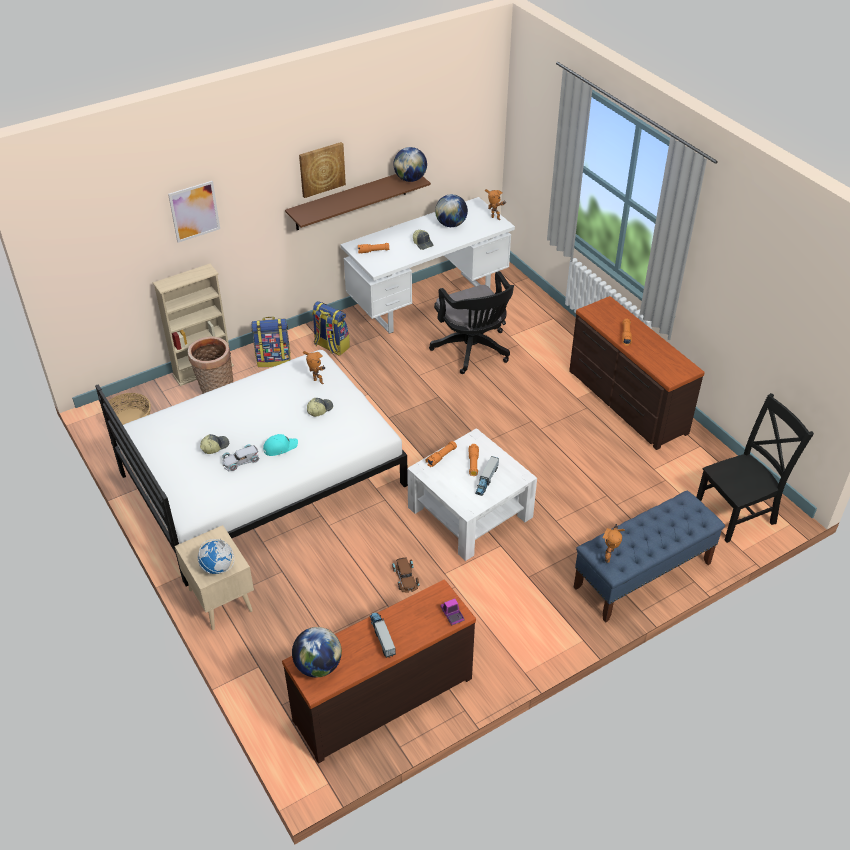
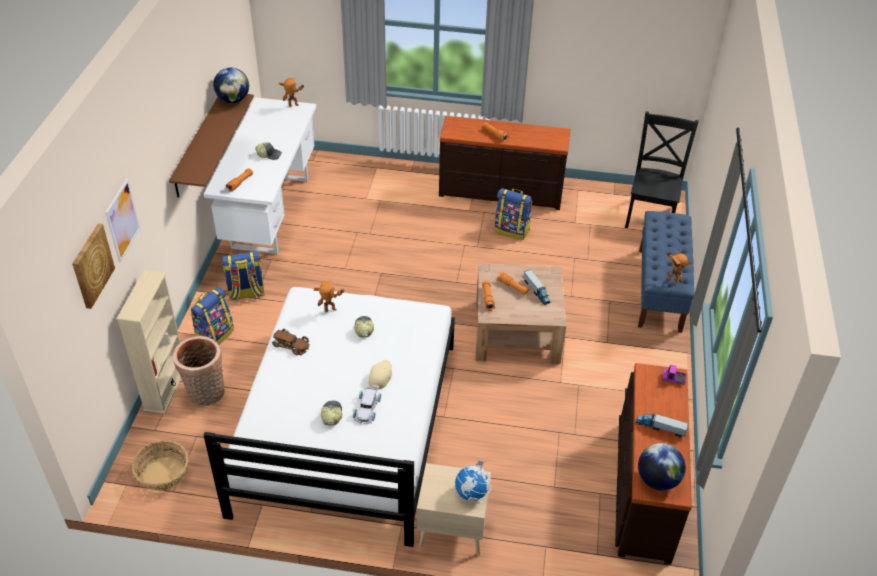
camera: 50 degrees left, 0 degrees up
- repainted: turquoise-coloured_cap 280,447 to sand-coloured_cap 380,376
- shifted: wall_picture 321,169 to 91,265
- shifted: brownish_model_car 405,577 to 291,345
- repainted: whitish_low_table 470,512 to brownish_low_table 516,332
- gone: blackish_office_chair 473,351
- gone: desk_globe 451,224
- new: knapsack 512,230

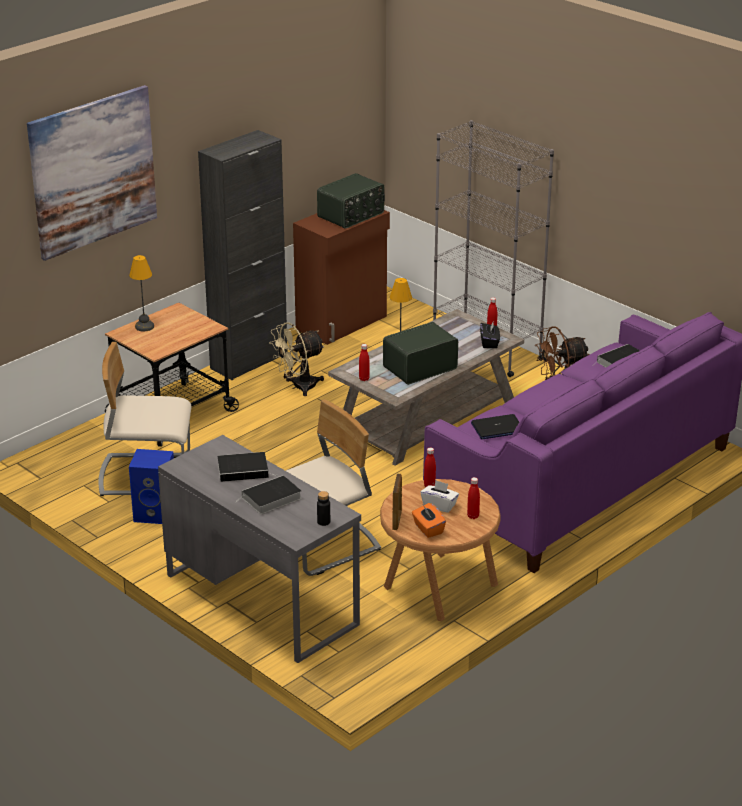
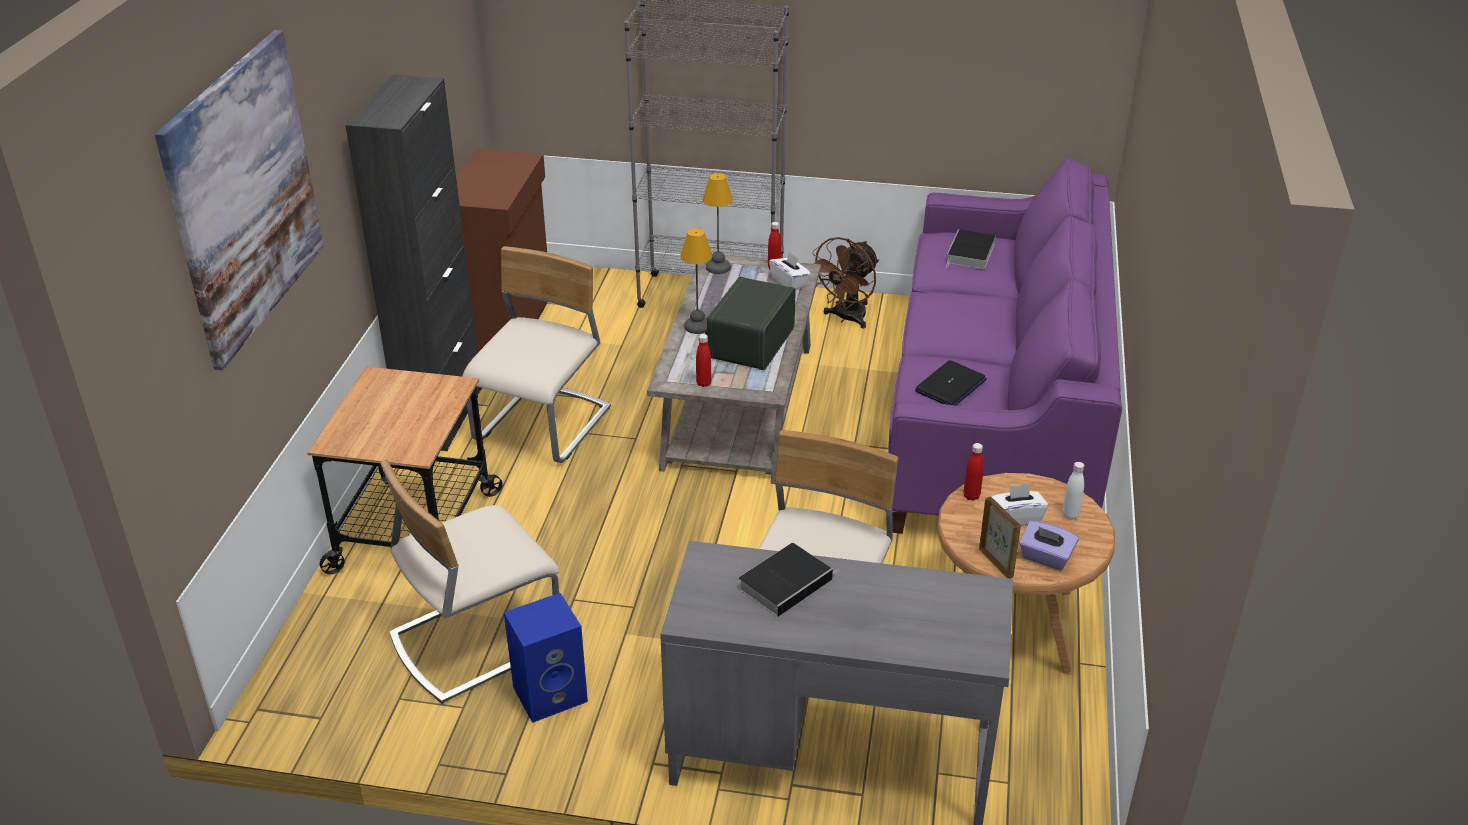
camera: 35 degrees left, 5 degrees up
- shifted: table_lamp 144,327 to 718,268
- gone: bound_book 270,499
- swapped: sand-coloured_electric_fan 298,387 to sand-coloured_chair 544,427
- gone: radio_receiver 351,215
- gone: blackish_beverage_bottle 323,522
- repainted: orange-coloured_tissue_box 428,529 to purplish_tissue_box 1045,558
- repainted: red_beverage_bottle 473,516 to whitish_beverage_bottle 1070,515
- repainted: blackish_tissue_box 489,343 to whitish_tissue_box 789,282

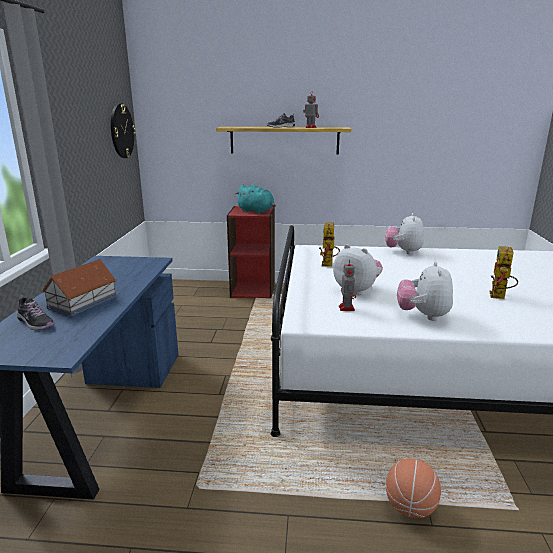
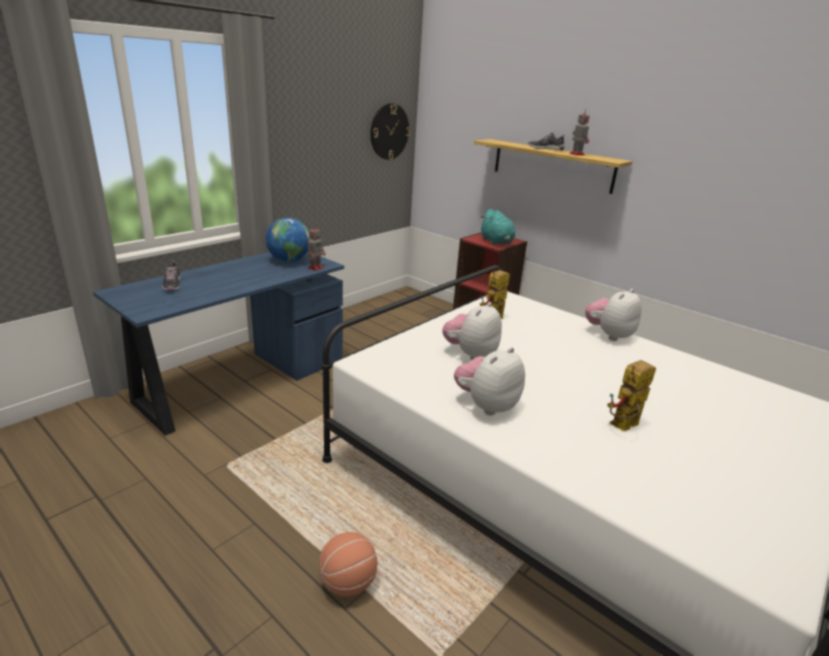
camera: 35 degrees right, 5 degrees up
- gone: miniature_house 81,302
- rotated: cuddly_toy 357,290 = 470,354 135 degrees counterclockwise
- shifted: model_robot 346,308 to 316,267
- new: desk_globe 289,261

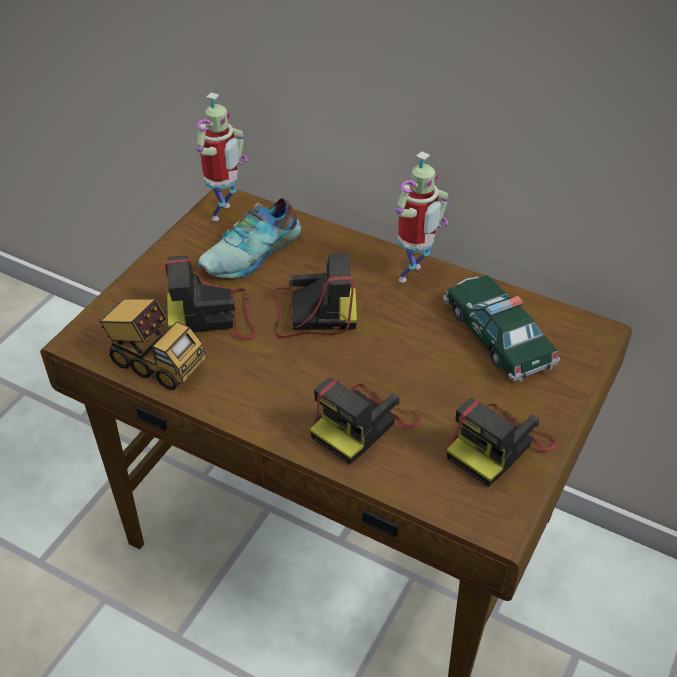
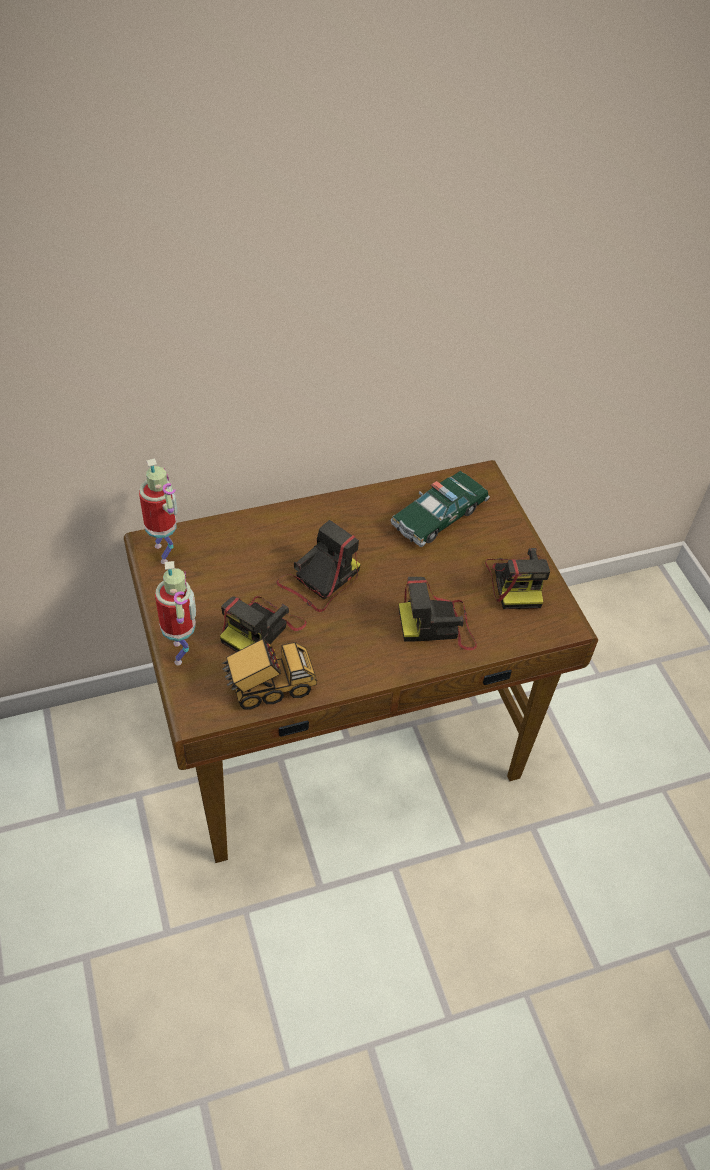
camera: 50 degrees left, 5 degrees up
- gone: low_shoe 253,253
- rotated: photo_camera 363,424 = 438,626 90 degrees clockwise
- shifted: model_robot 413,276 to 182,653
- rotated: model_car 497,336 = 439,516 60 degrees counterclockwise

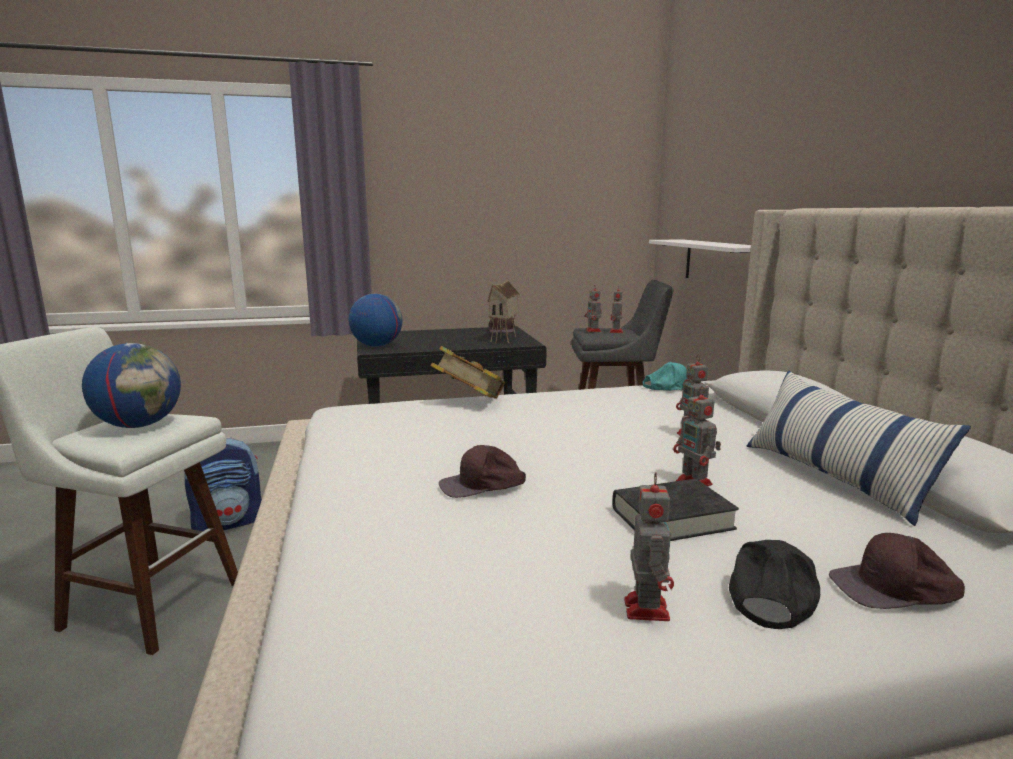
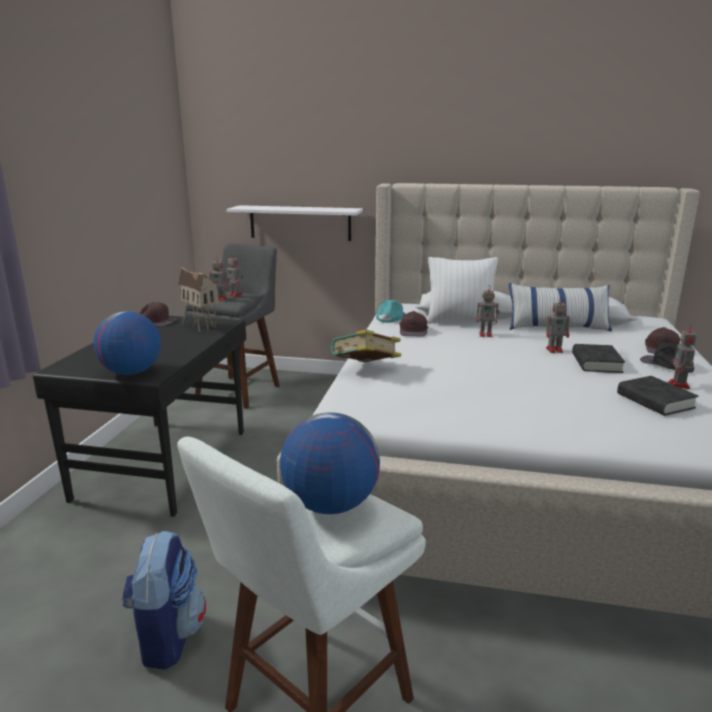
camera: 65 degrees left, 5 degrees up
- shifted: brownish_cap 482,485 to 414,331
- rotated: model_robot 646,607 = 679,385 105 degrees counterclockwise
- new: whitish_throw_pillow 460,321
- new: blackish_bound_book 655,401

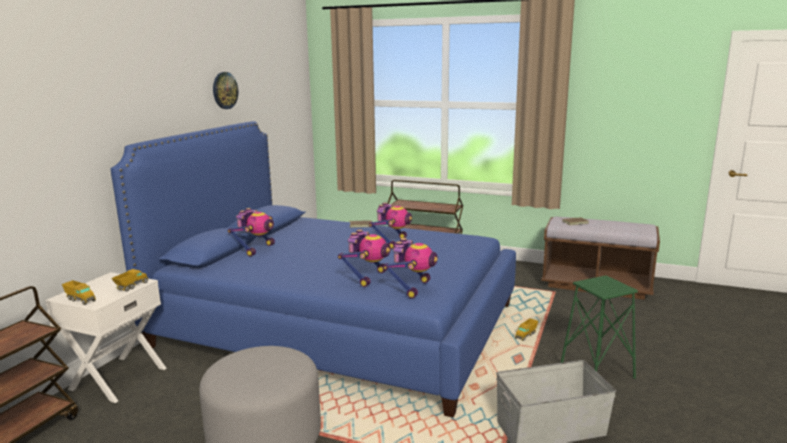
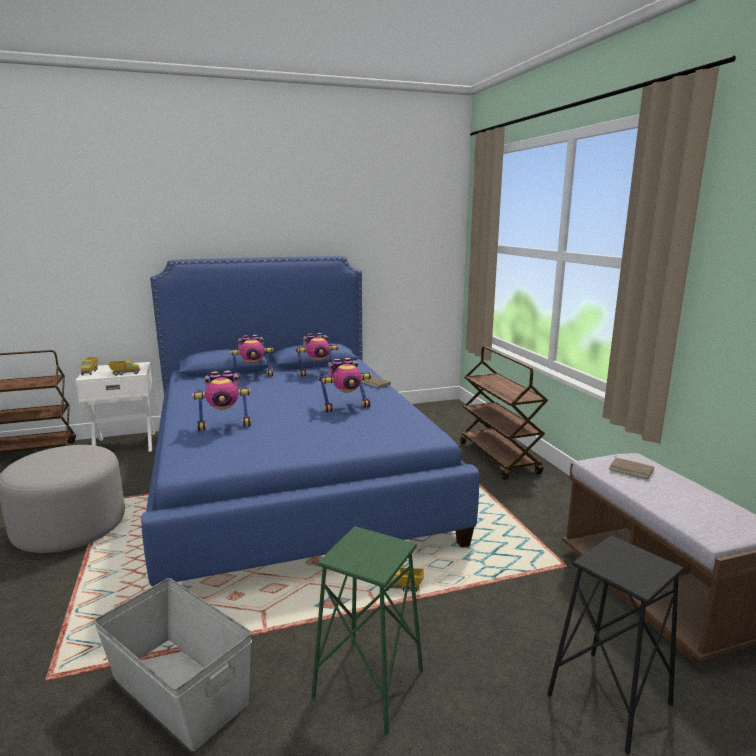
camera: 50 degrees right, 0 degrees up
- gone: clock_on_the_wall 224,90
- shifted: model_robot 412,288 to 318,373
- new: blackish_sitting_stool 609,700

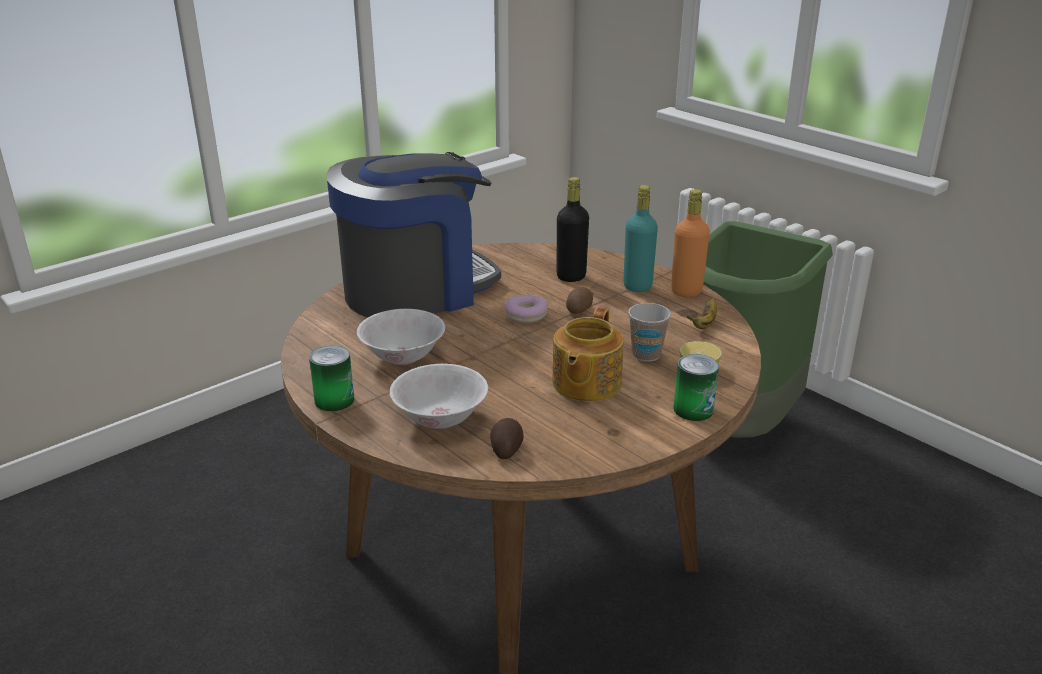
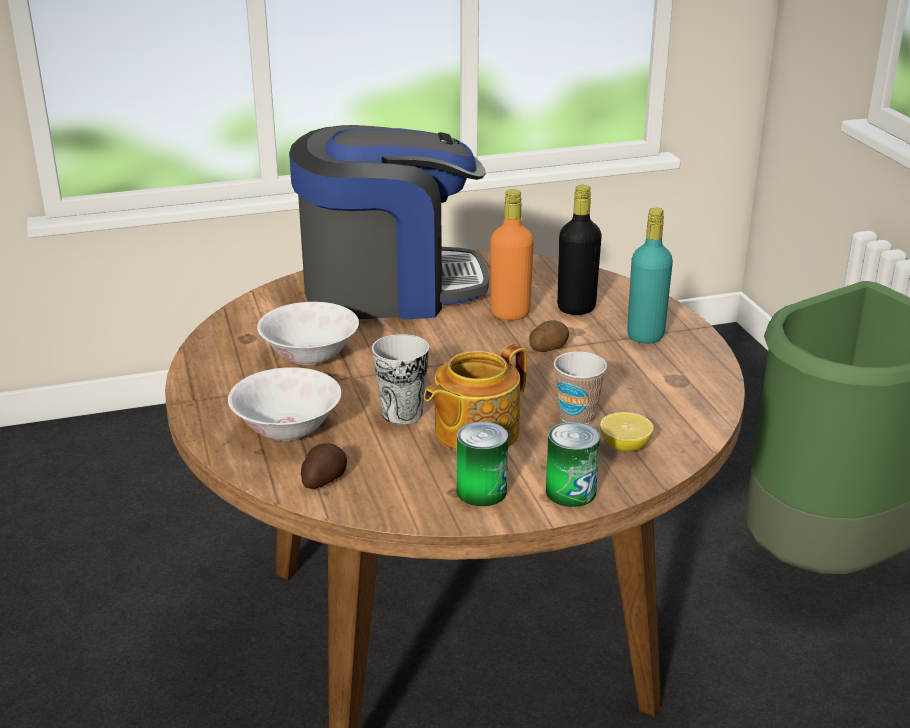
camera: 25 degrees right, 0 degrees up
- shifted: metal_can 334,400 to 481,491
- gone: ring_doughnut 526,315
- shifted: orange-coloured_beverage_bottle 686,291 to 510,314
- gone: banana 705,323
- new: small_cup 402,413

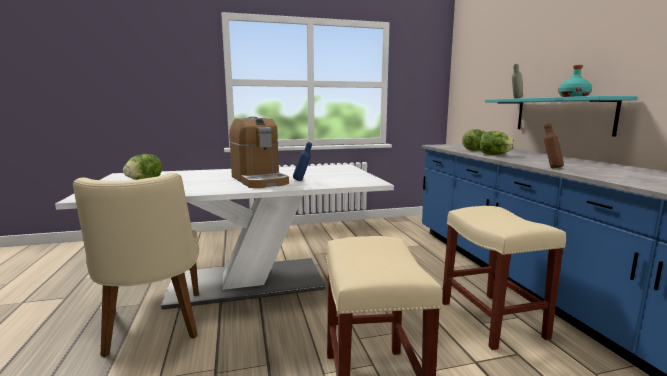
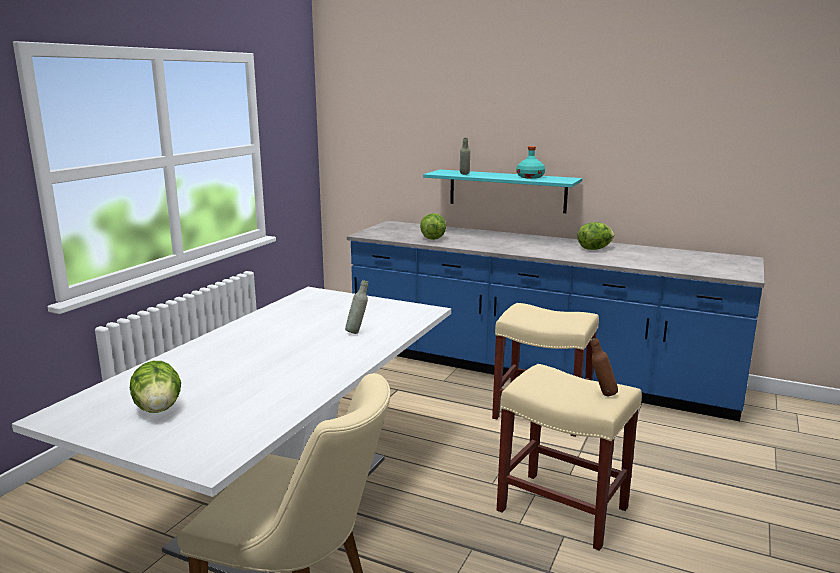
camera: 50 degrees left, 5 degrees up
- gone: coffee_machine 259,180
- repainted: bluish_beverage_bottle 302,180 to gray_beverage_bottle 357,332
- shifted: head_of_lettuce 494,155 to 594,249
- shifted: brownish_beverage_bottle 550,168 to 601,394

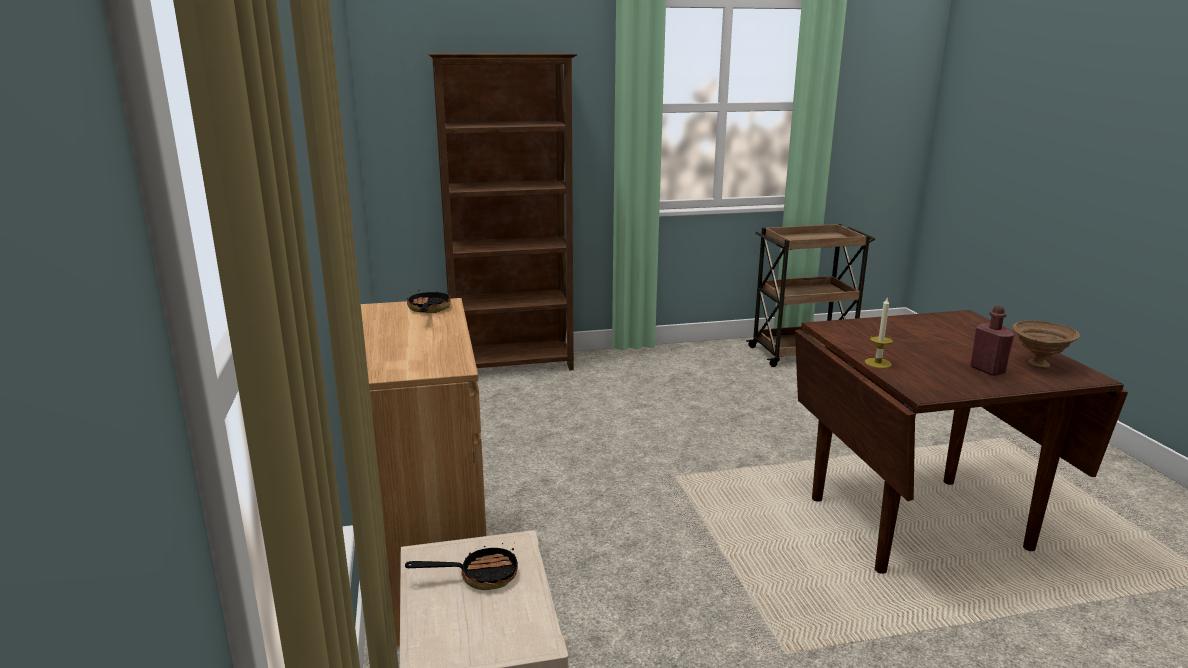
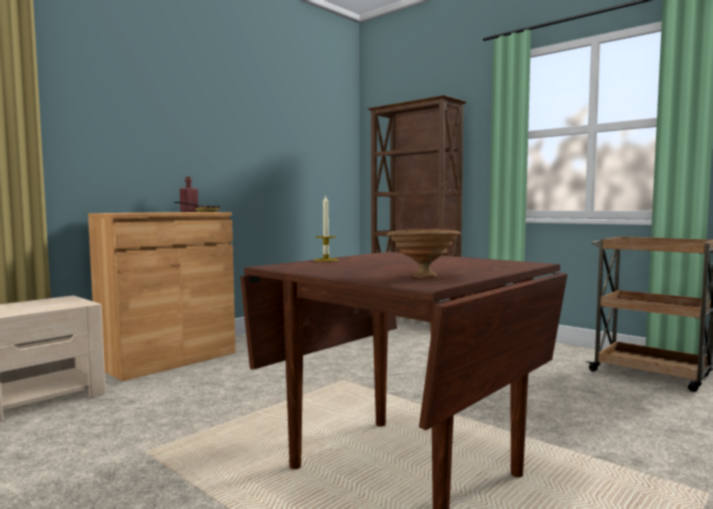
camera: 55 degrees right, 15 degrees down
- gone: frying_pan 479,575
- shifted: red_beverage_bottle 987,370 to 189,211

